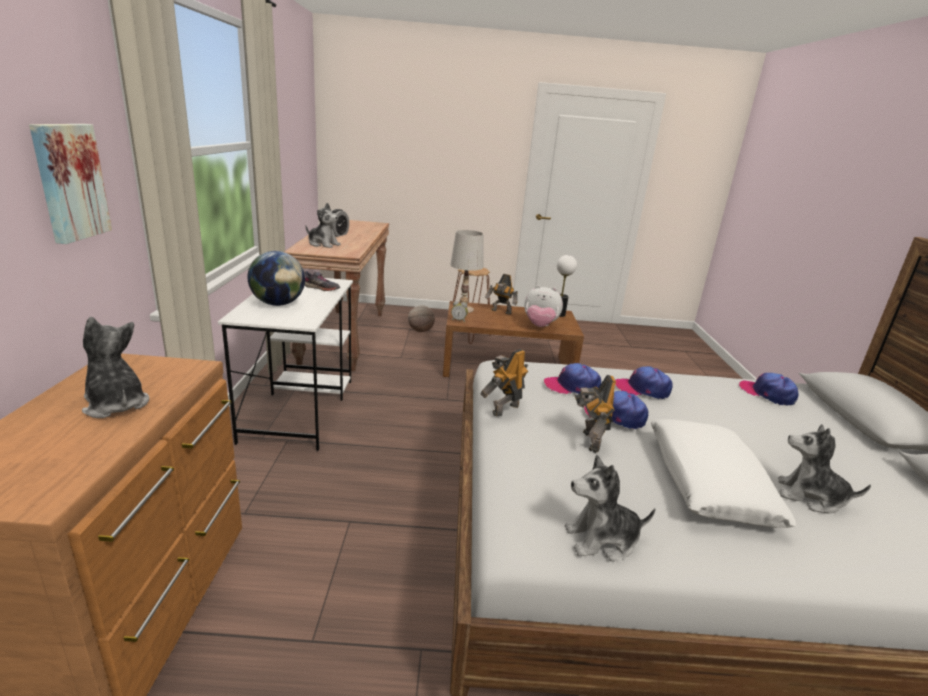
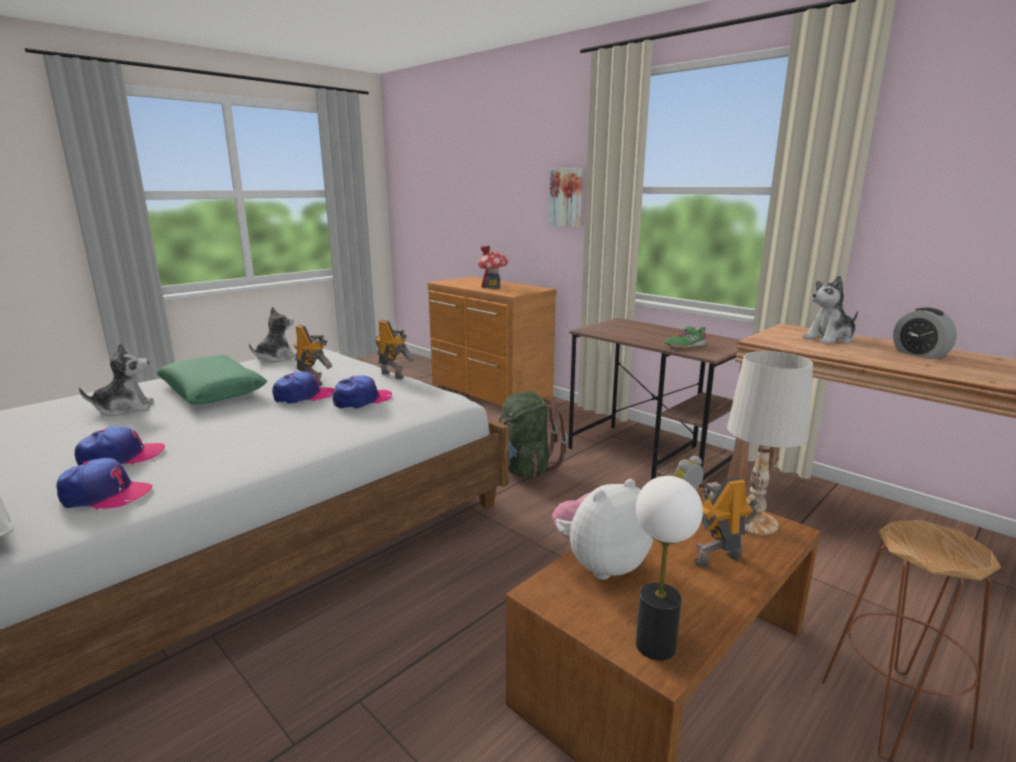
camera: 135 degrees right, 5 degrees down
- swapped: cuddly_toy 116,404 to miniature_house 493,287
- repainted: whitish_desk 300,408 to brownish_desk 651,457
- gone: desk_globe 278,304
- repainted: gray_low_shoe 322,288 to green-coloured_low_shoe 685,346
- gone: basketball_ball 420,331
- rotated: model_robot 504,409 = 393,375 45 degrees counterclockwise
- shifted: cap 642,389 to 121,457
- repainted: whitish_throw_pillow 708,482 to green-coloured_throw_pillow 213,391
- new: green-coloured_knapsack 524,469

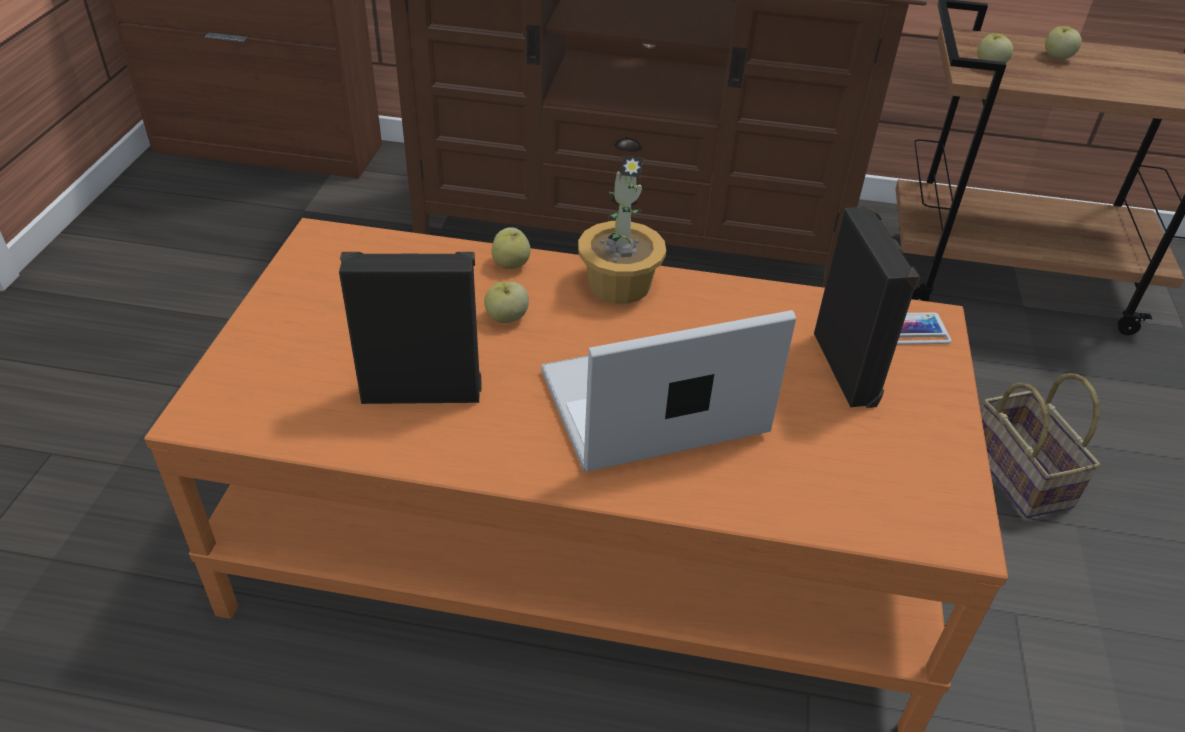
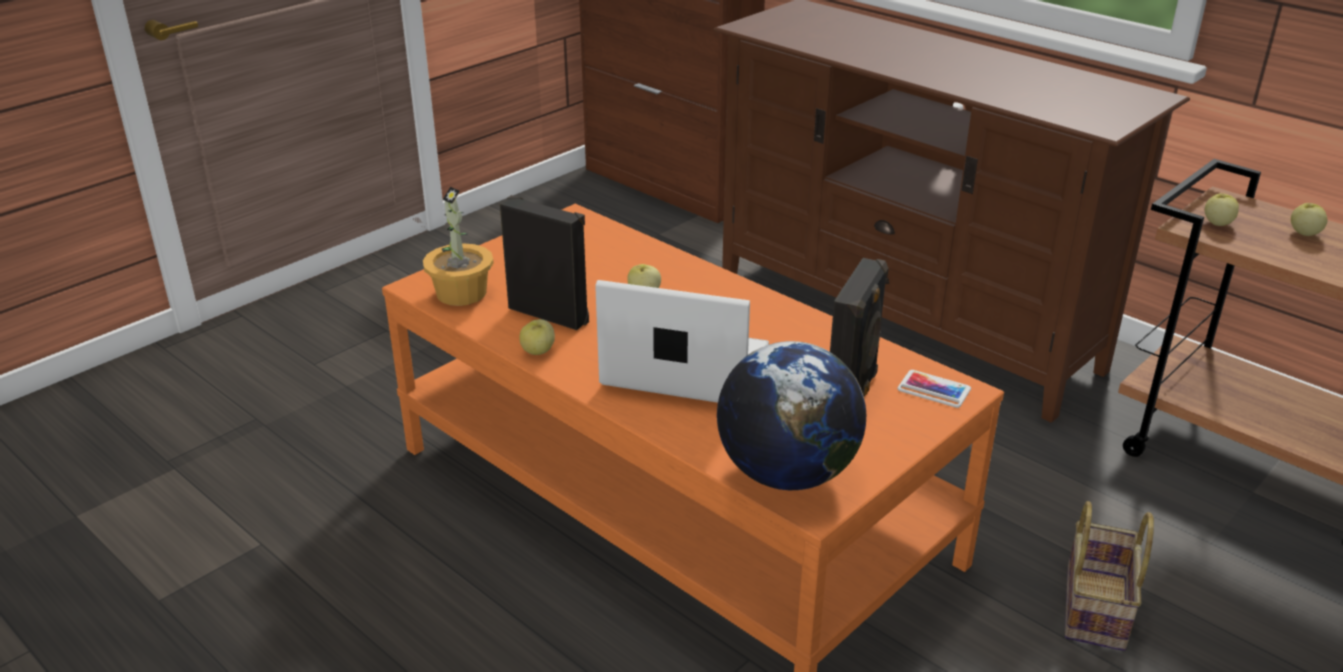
camera: 35 degrees right, 10 degrees down
- shifted: whole_apple 511,264 to 538,351
- shifted: potted_plant 619,284 to 462,293
- new: desk_globe 786,473

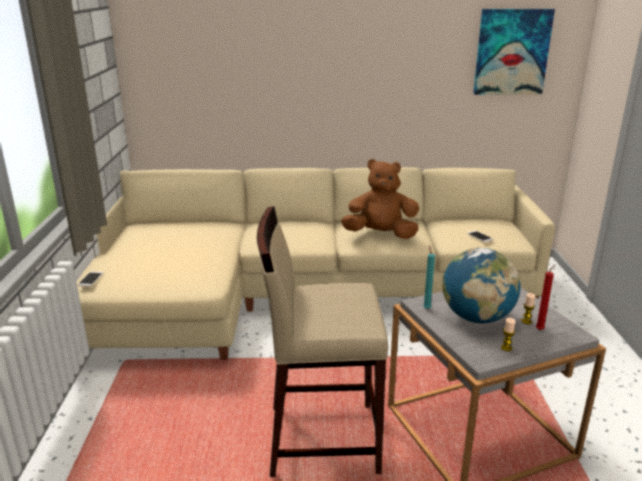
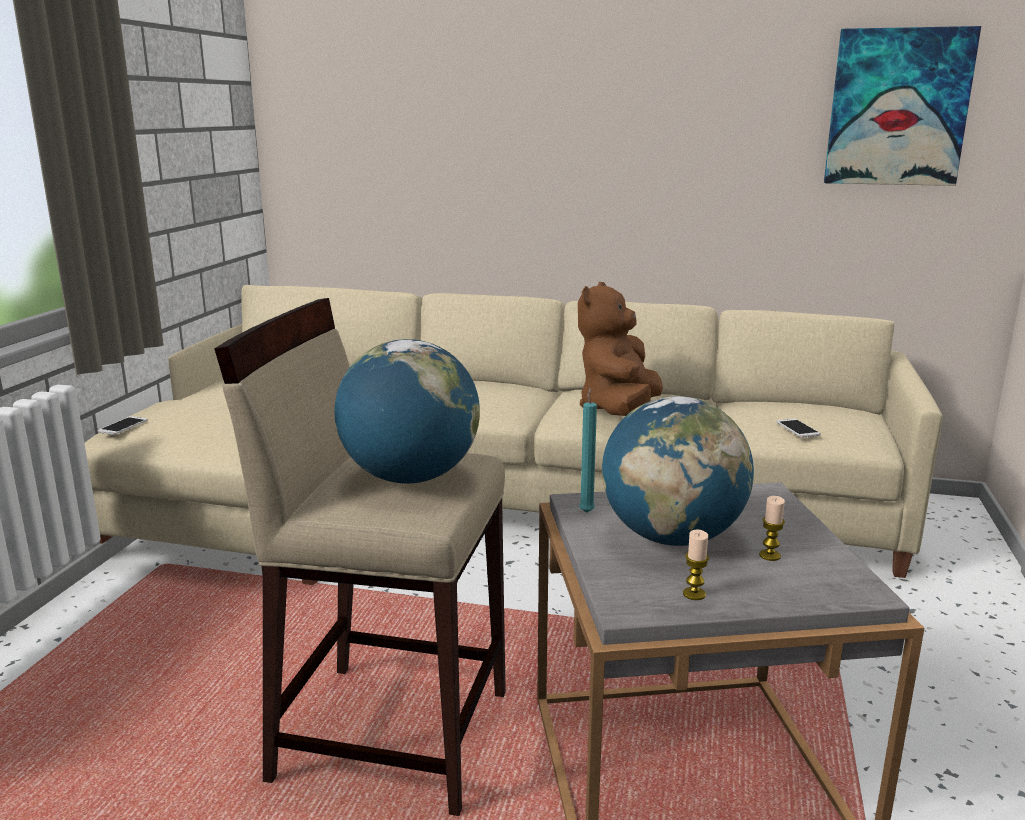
camera: 15 degrees right, 5 degrees down
- rotated: brownish_cuddly_toy 381,234 = 619,411 90 degrees counterclockwise
- gone: red_candle 540,329
- new: desk_globe 410,478

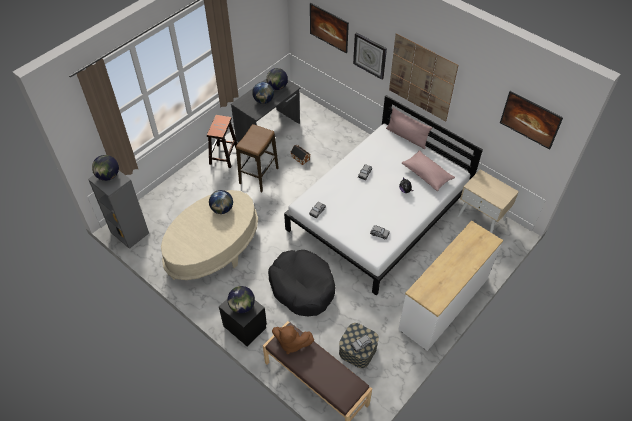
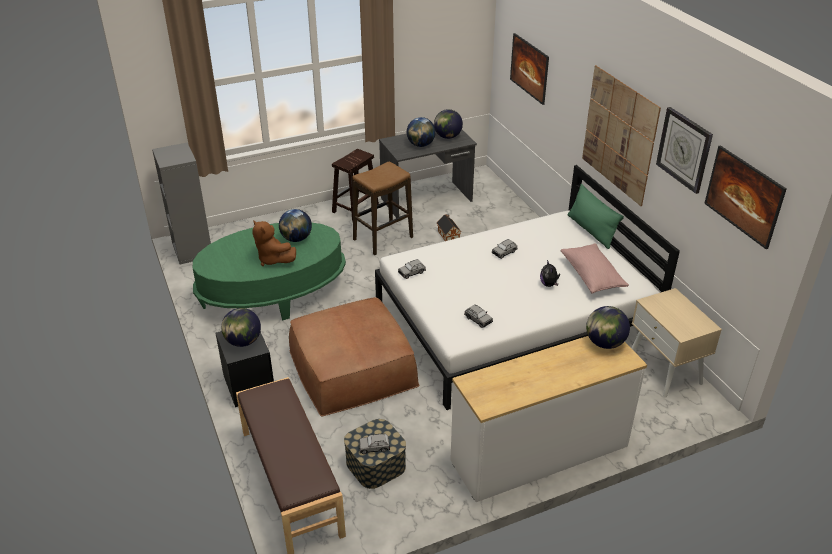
camera: 25 degrees right, 15 degrees down
- shifted: desk_globe 108,176 to 604,343
- repainted: sand-coloured_low_table 213,249 to green-coloured_low_table 273,294
- swapped: blackish_pet_bed 302,287 to brownish_footrest 353,367
- shifted: brownish_cuddly_toy 291,343 to 273,259
- shifted: clock_on_the_wall 370,55 to 684,149
- repainted: pink_throw_pillow 407,137 to green-coloured_throw_pillow 591,230

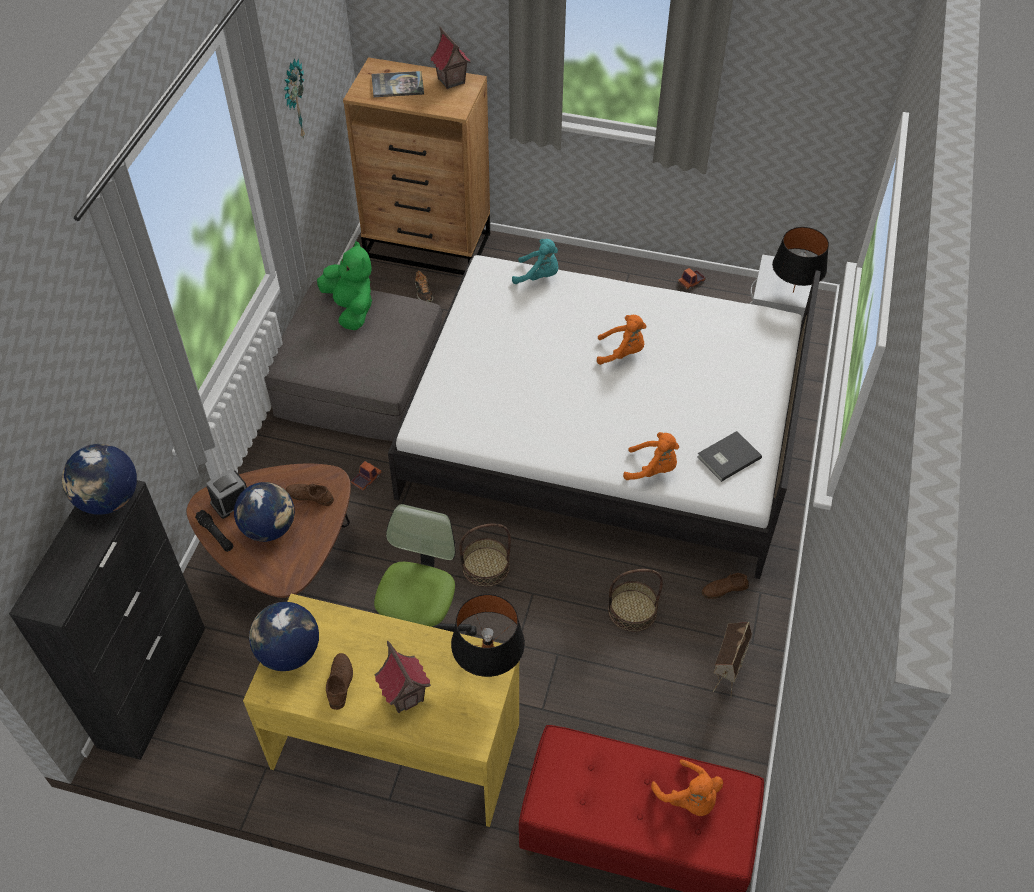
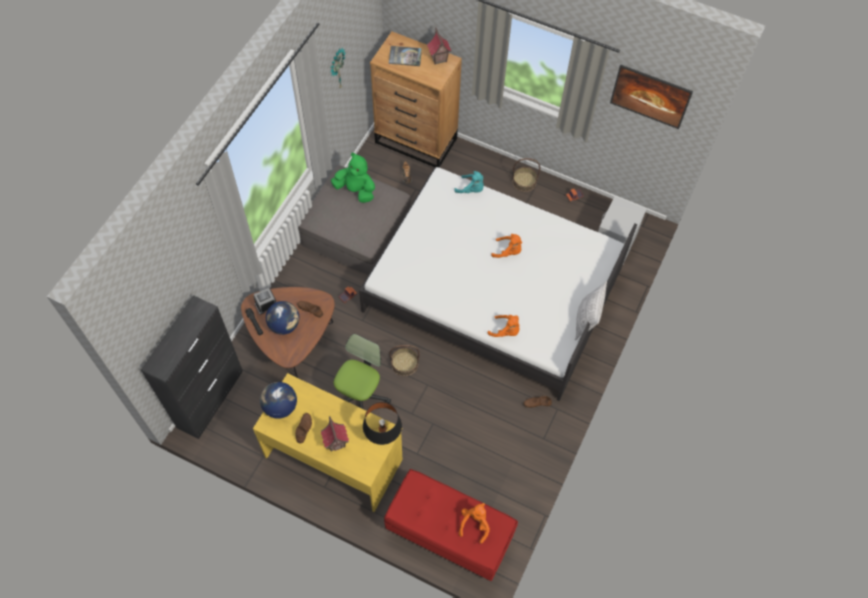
camera: 10 degrees right, 10 degrees up
- gone: desk_globe 109,500
- rotated: green-coloured_cuddly_toy 351,309 = 356,190 45 degrees counterclockwise
- shifted: household_basket 632,610 to 524,181
- rotated: orange-coloured_cuddly_toy 689,798 = 475,523 135 degrees counterclockwise
- gone: gray_bound_book 727,457
- gone: miniature_house 725,674
- gone: blackish_table_lamp 792,292
- new: throw_pillow 586,321
- new: wall_picture 647,105

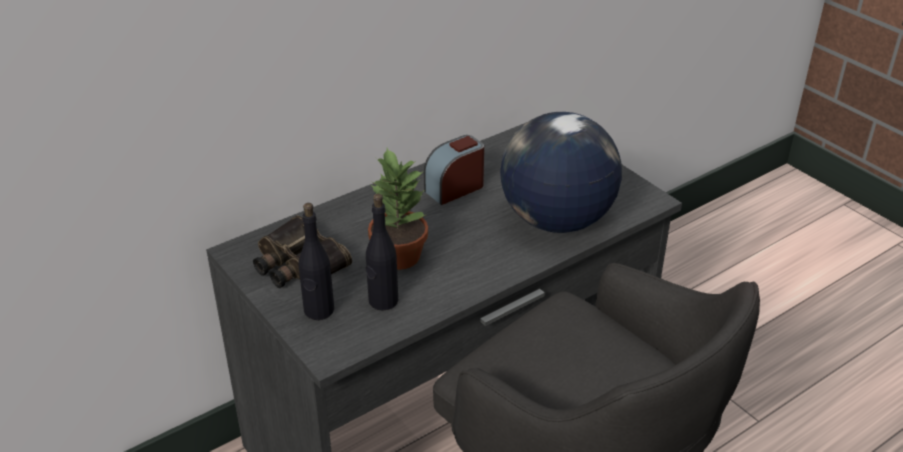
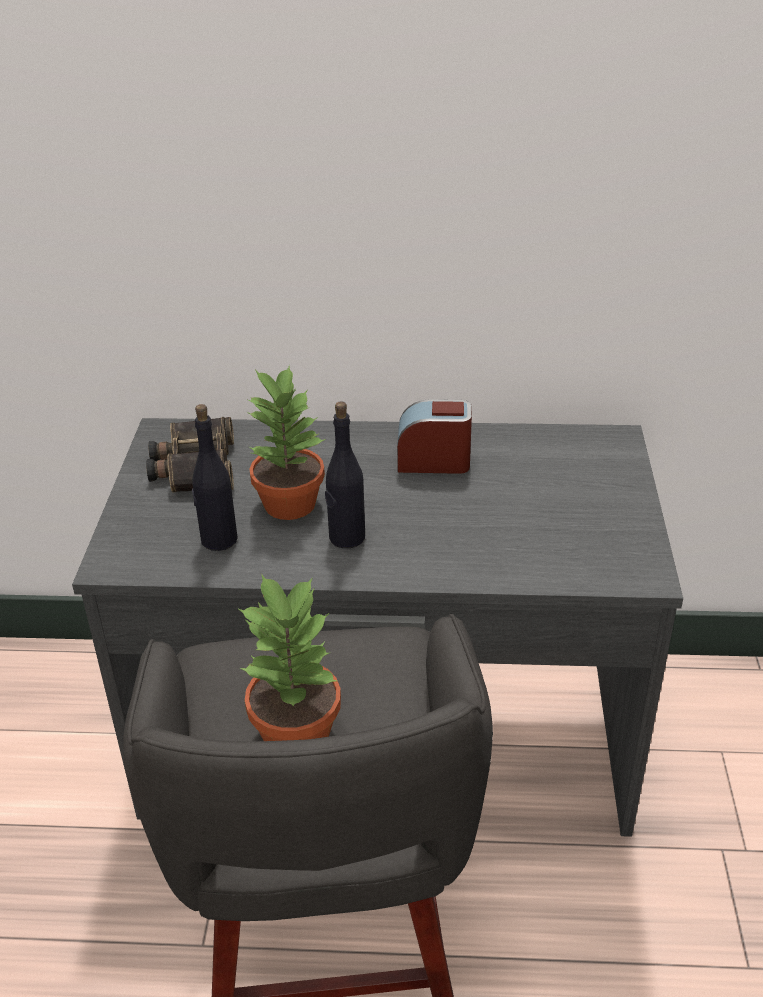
camera: 40 degrees right, 0 degrees up
- shifted: blackish_beverage_bottle 318,311 to 346,537
- gone: desk_globe 556,220
- new: potted_plant 297,731

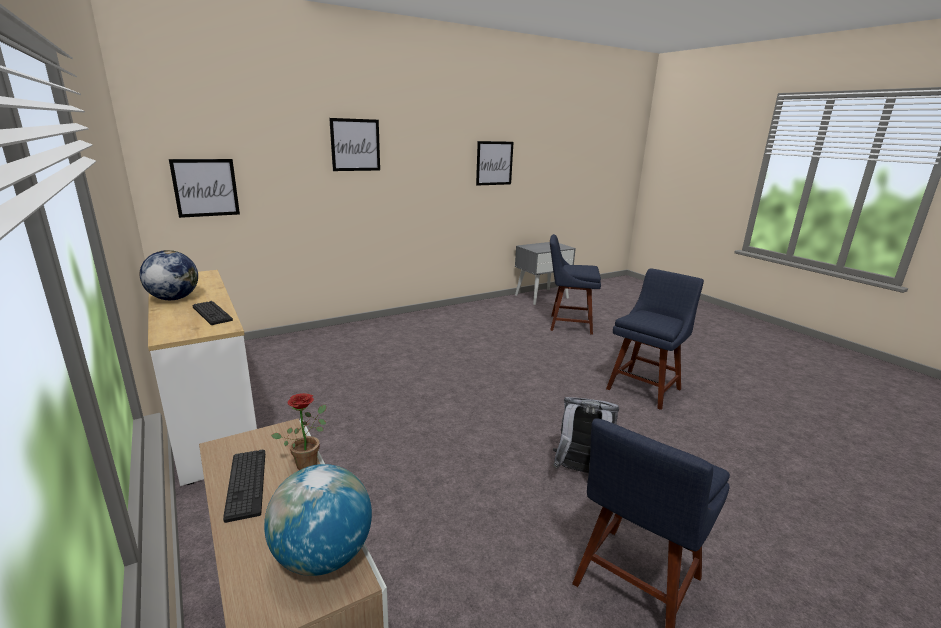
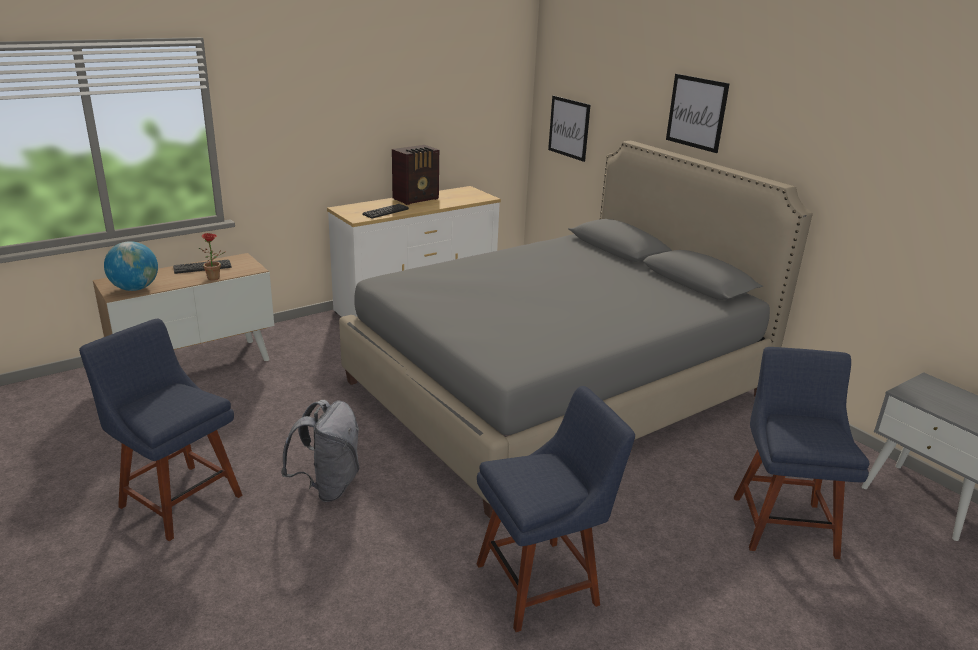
camera: 85 degrees right, 5 degrees up
- swapped: desk_globe 173,299 to radio_receiver 417,199
- gone: wall_picture 494,163
- rotated: bluish_chair 645,387 = 542,582 60 degrees counterclockwise
- new: gray_sleeping_bed 556,389

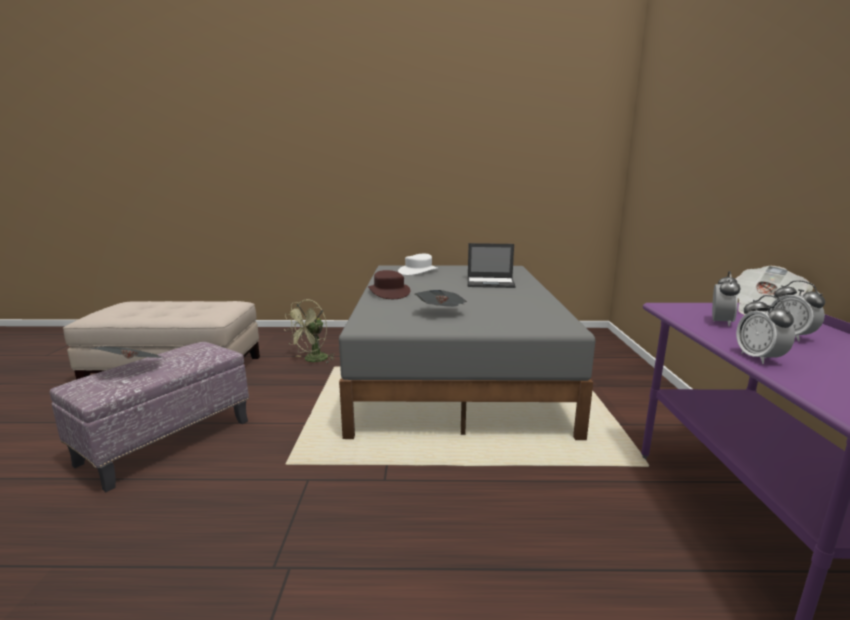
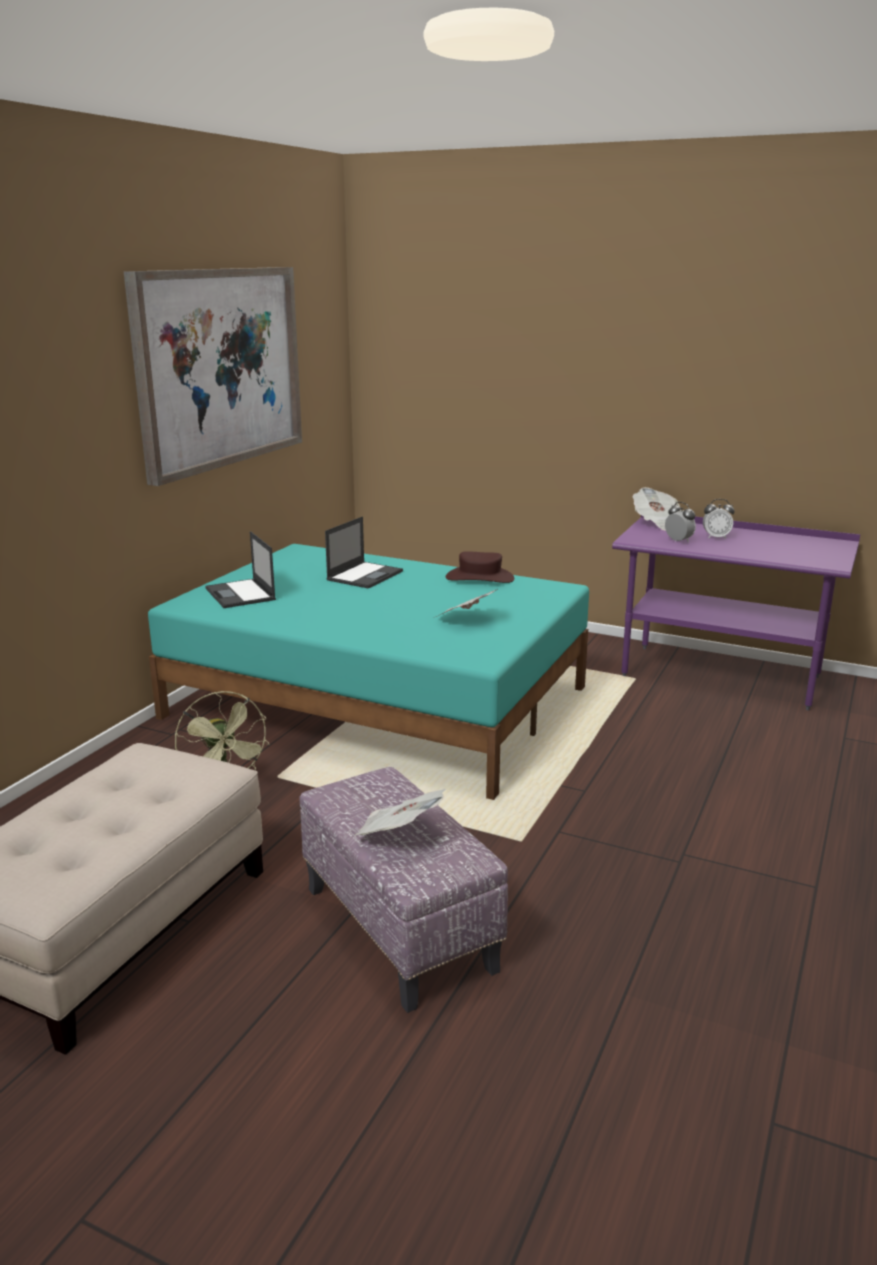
camera: 65 degrees left, 5 degrees up
- repainted: gray_sleeping_bed 455,369 to turquoise-coloured_sleeping_bed 378,702
- shifted: brownish_hat 389,292 to 480,578
- swapped: whitish_hat 418,271 to laptop 241,594
- gone: table_clock 759,358
- new: wall_picture 219,368

